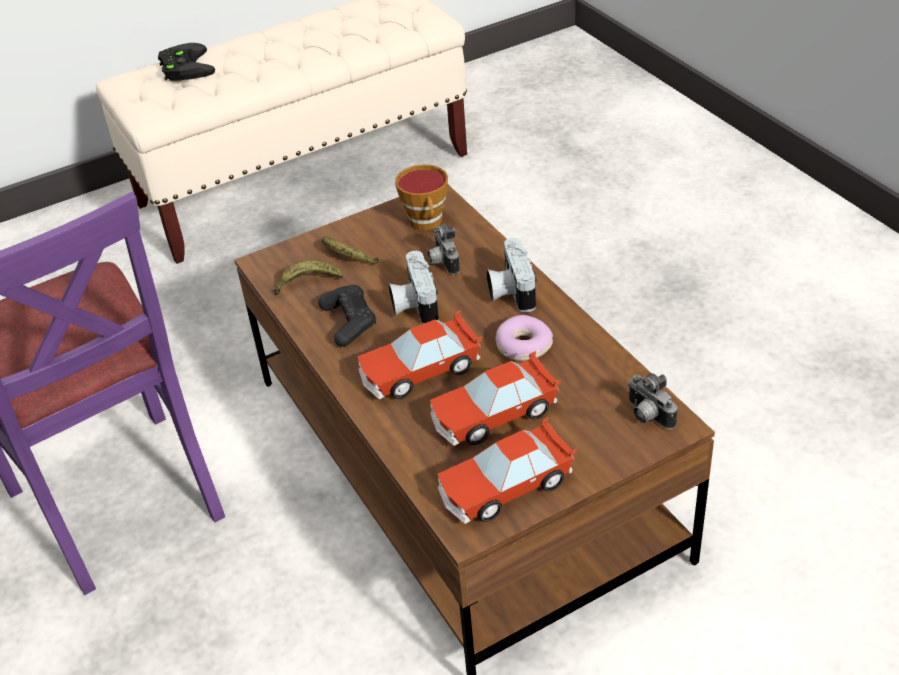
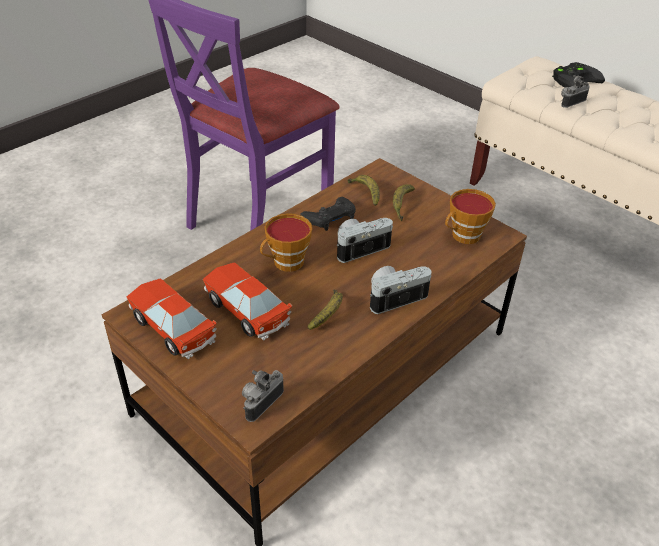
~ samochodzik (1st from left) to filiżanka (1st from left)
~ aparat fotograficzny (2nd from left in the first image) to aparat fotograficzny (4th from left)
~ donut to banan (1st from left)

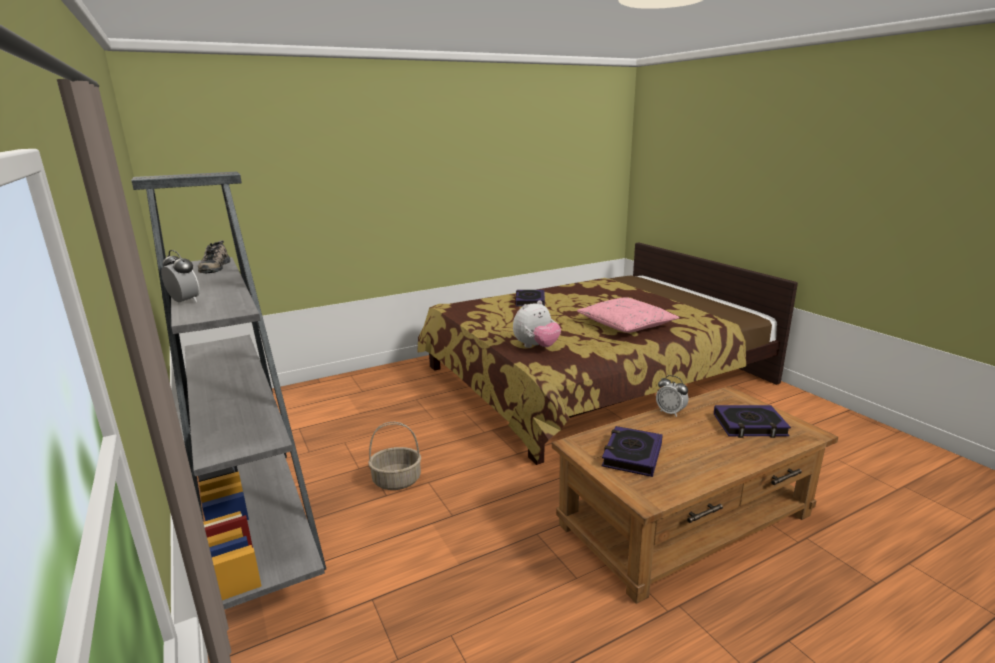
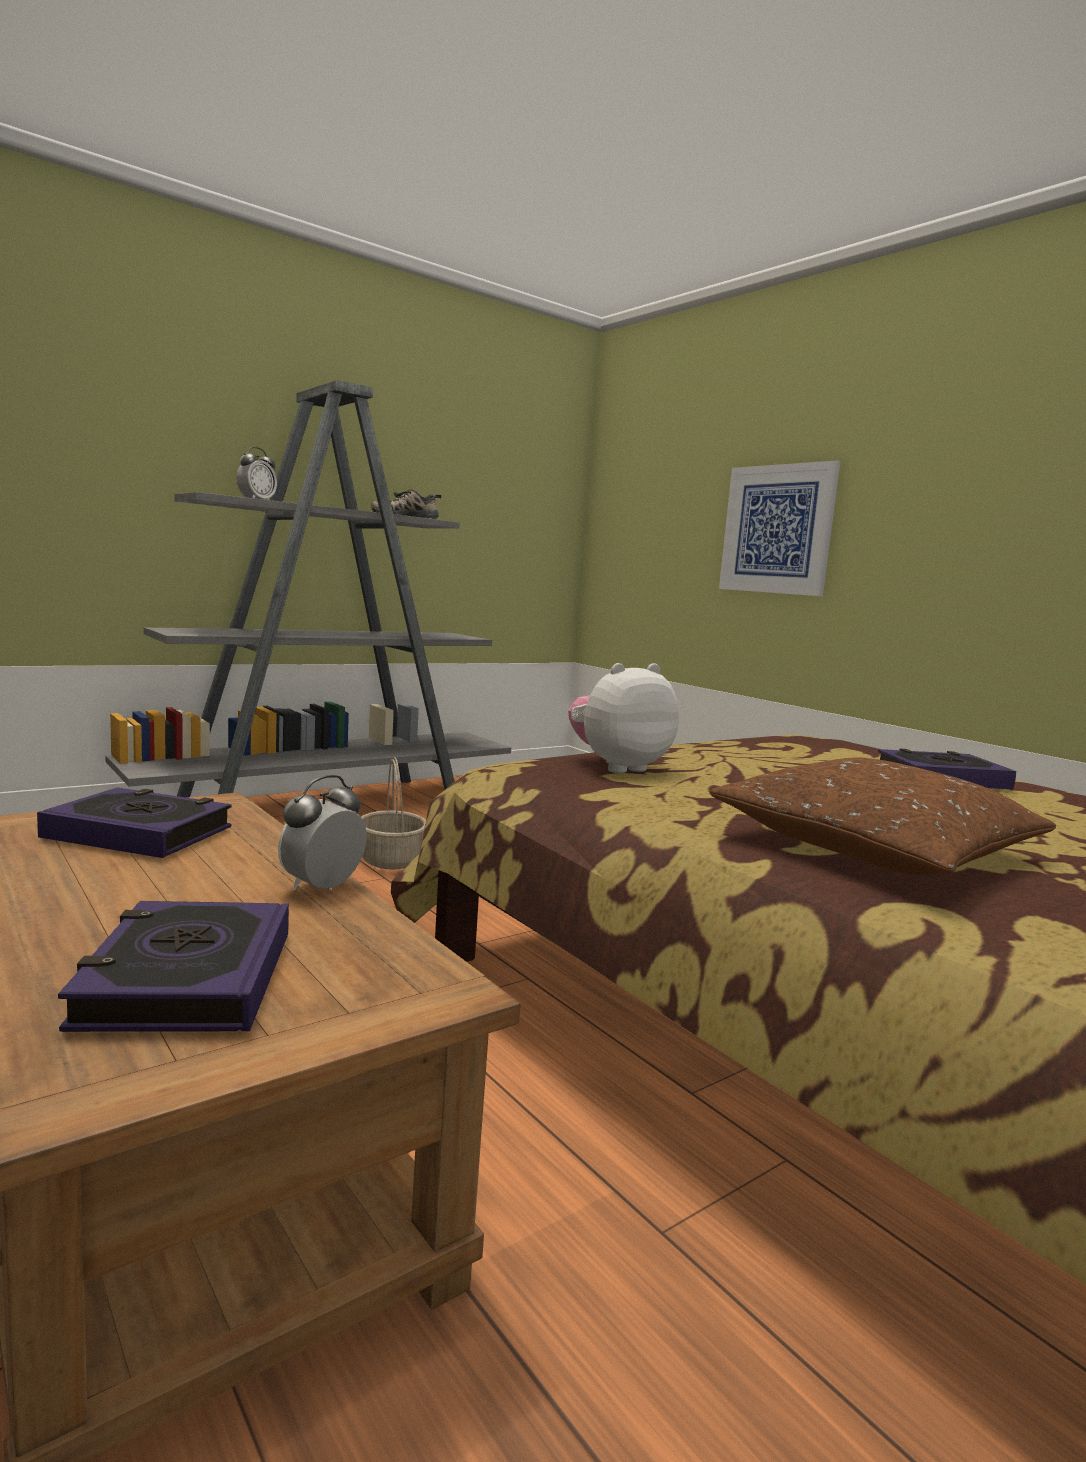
~ pluszak 105 degrees clockwise
~ poduszka [różowy] to poduszka [brązowy]
+ obraz

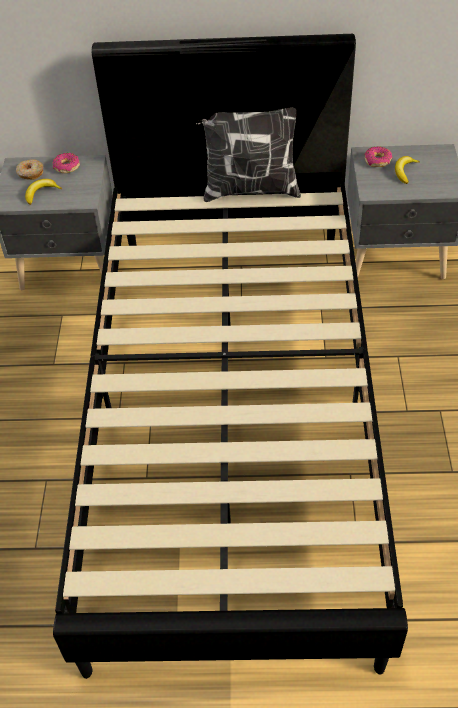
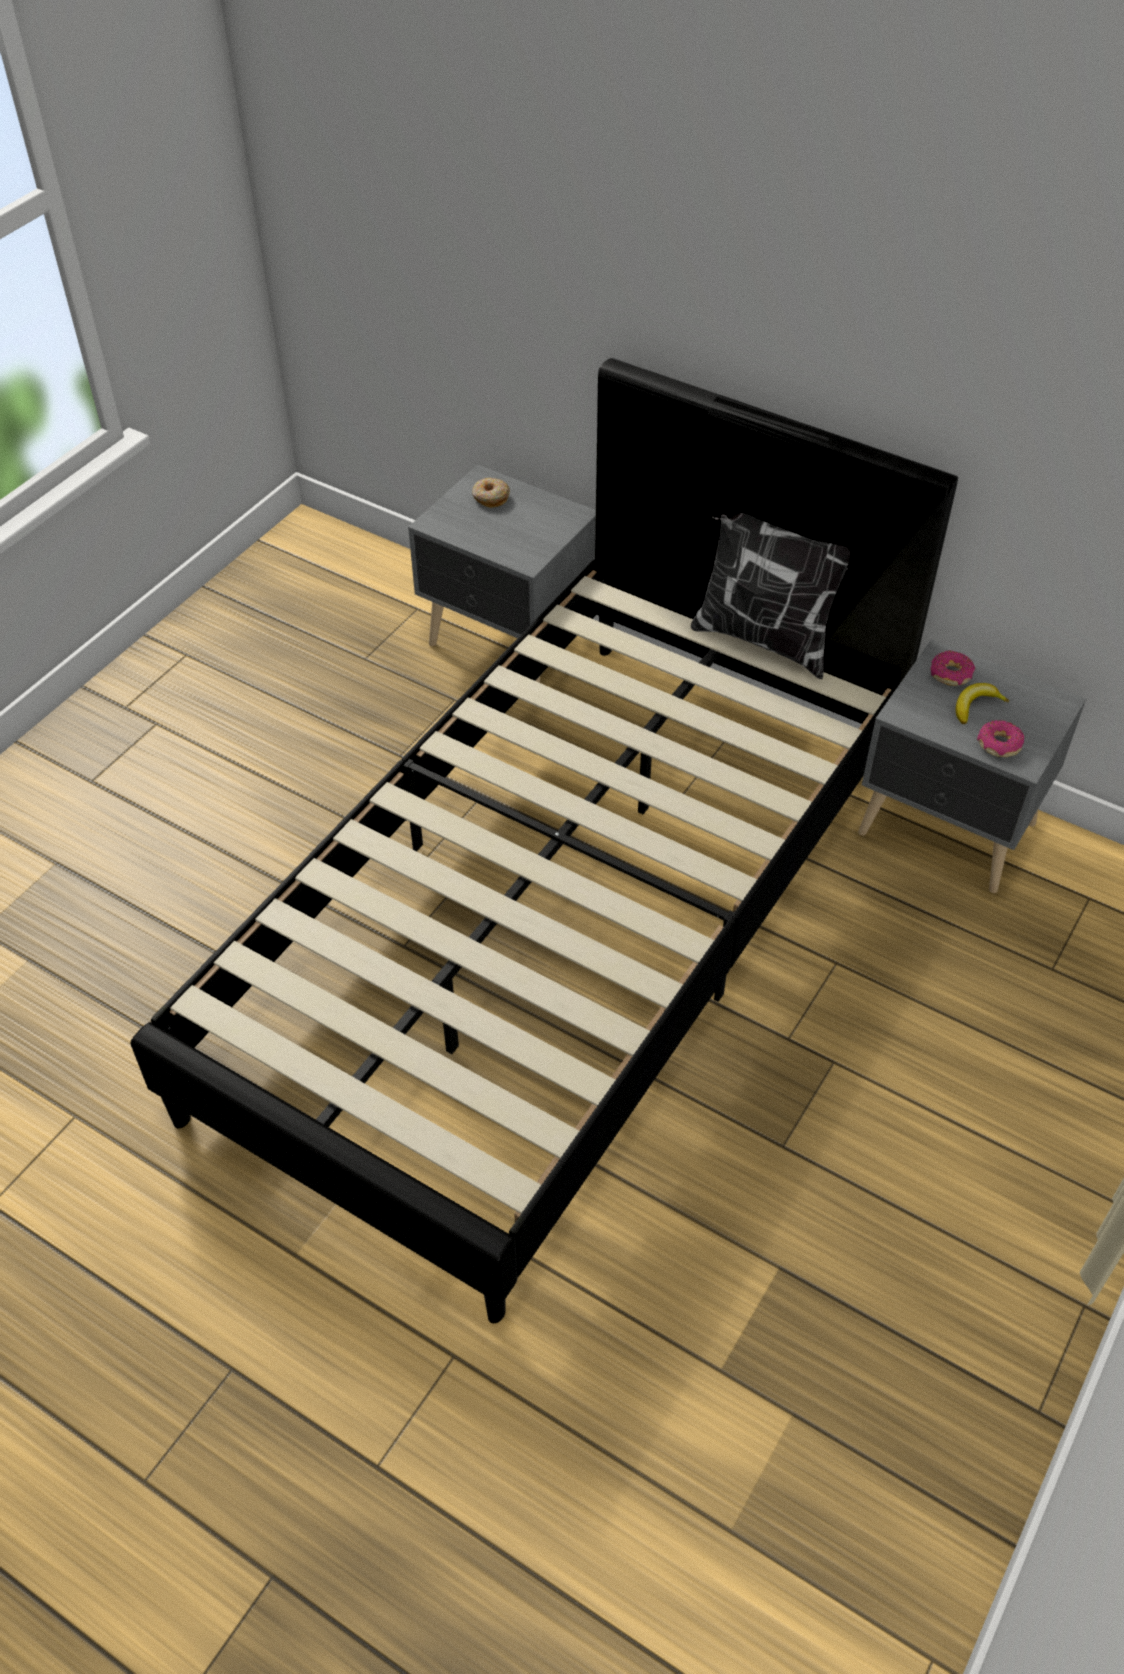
- banan (1st from left)
~ donut (2nd from left in the first image) to donut (3rd from left)

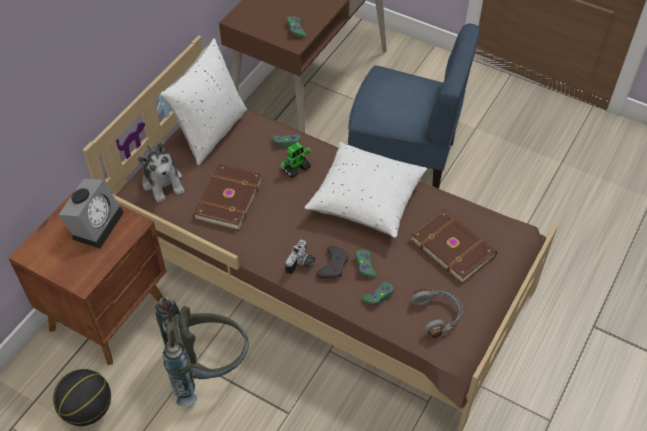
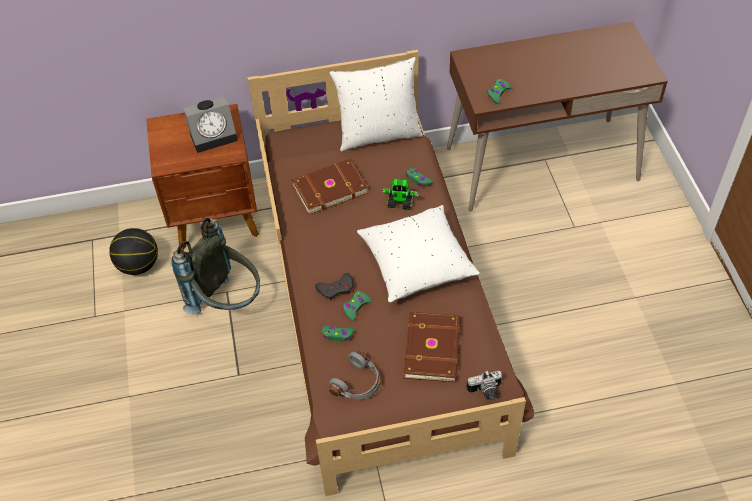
- pluszak
~ aparat fotograficzny
- krzesło [niebieski]

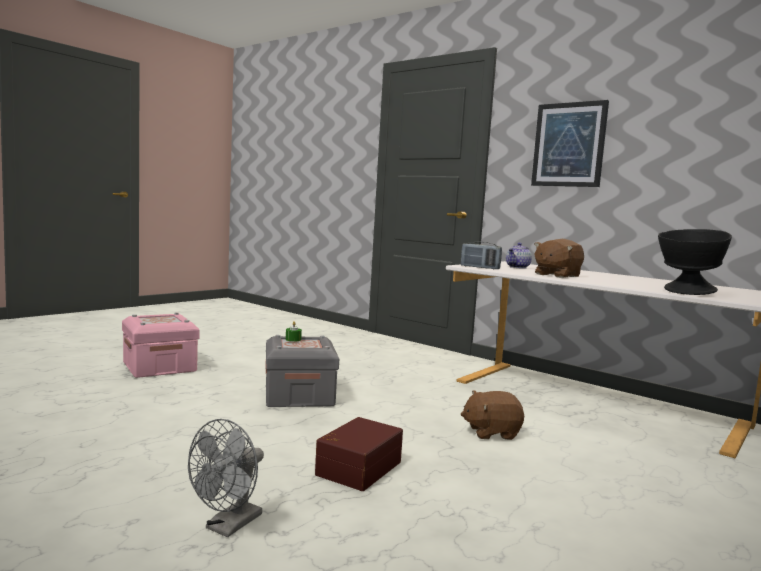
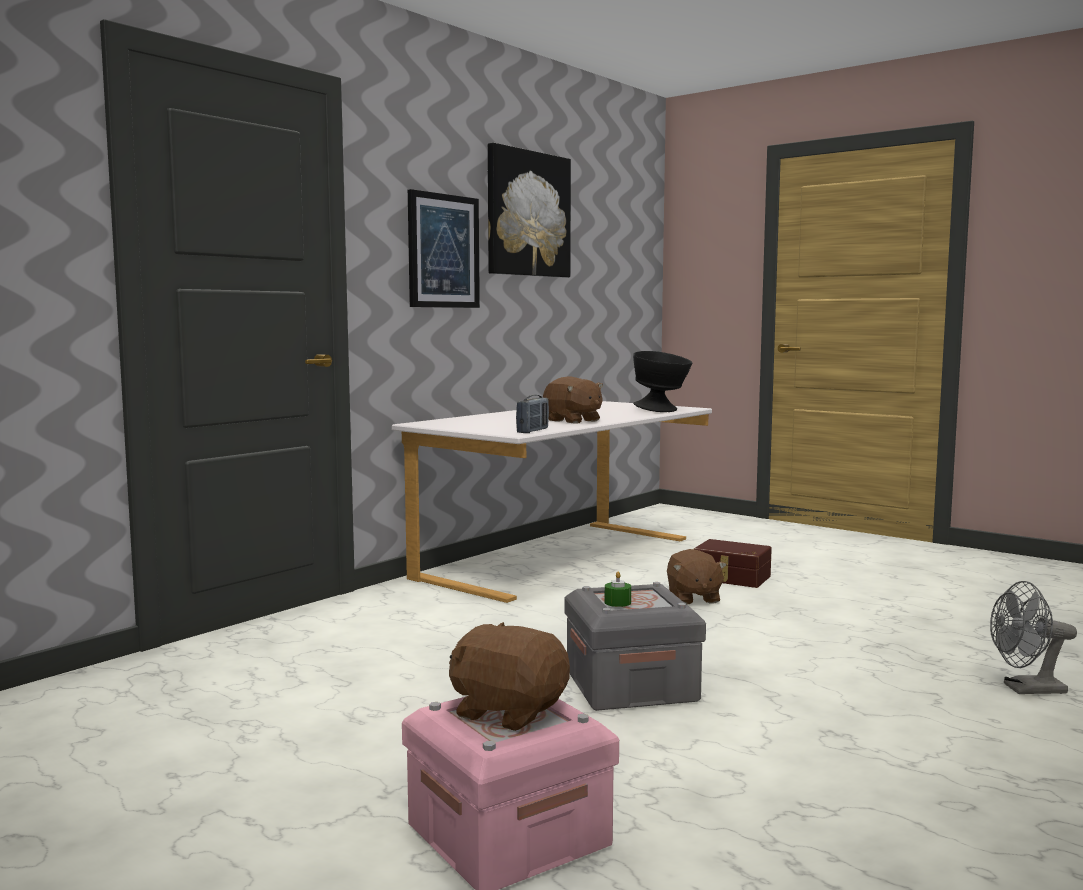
~ wentylator [szary] 150 degrees clockwise
~ pojemnik do przechowywania [brązowy]
- imbryk
+ pluszak [brązowy] (1st from left)
+ obraz (2nd from left)

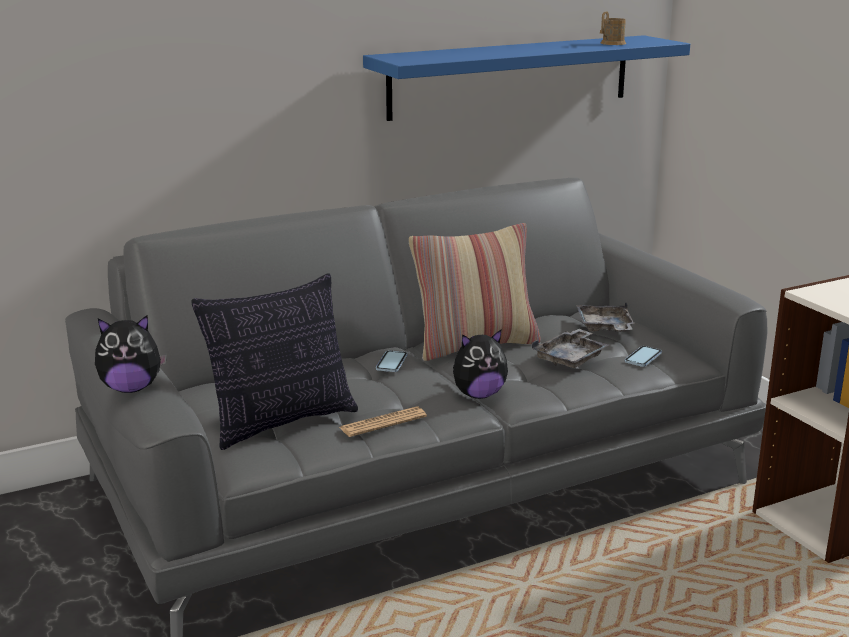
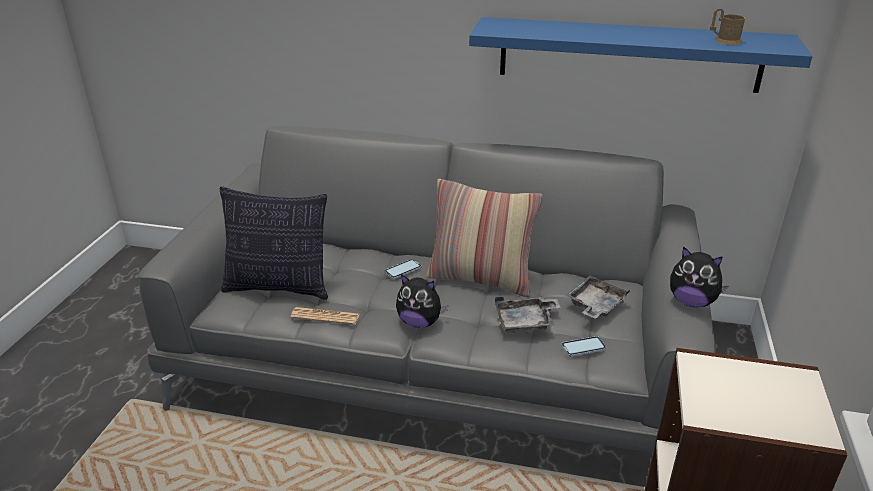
~ pluszak (1st from left in the first image) to pluszak (2nd from left)

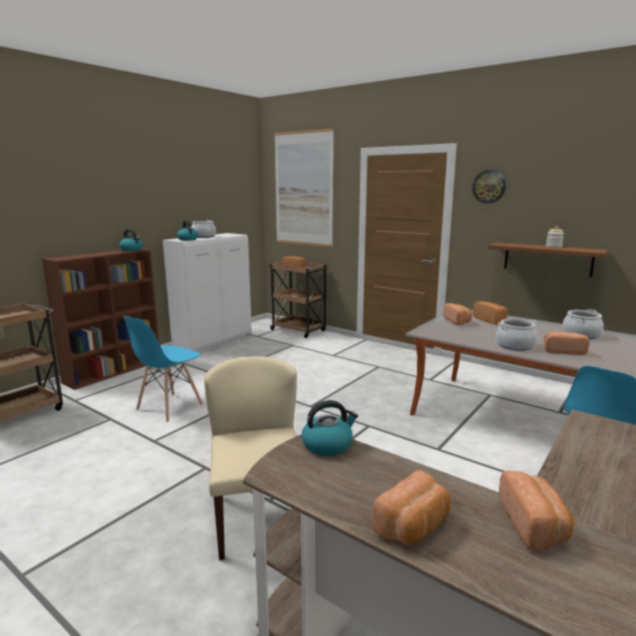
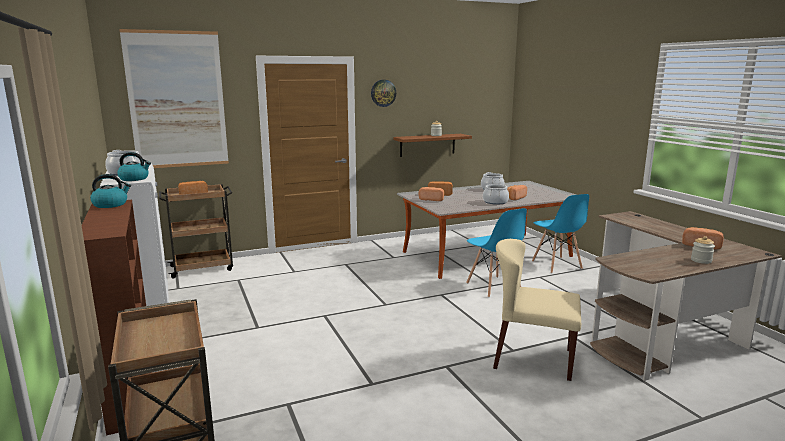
~ krzesło [niebieski] (1st from left)
- czajnik (3rd from left)
~ chleb (2nd from left) to słoik (2nd from left)

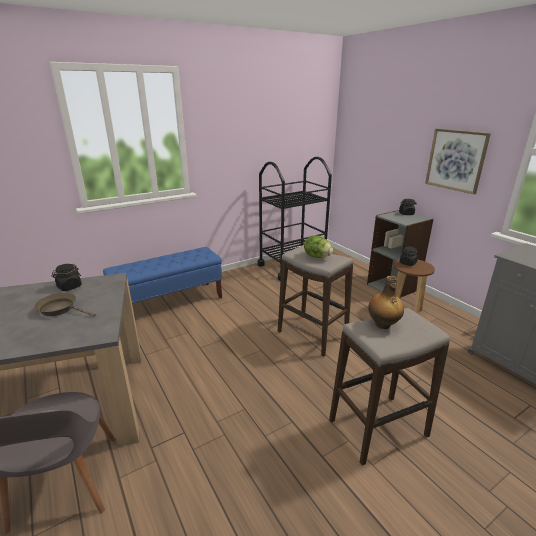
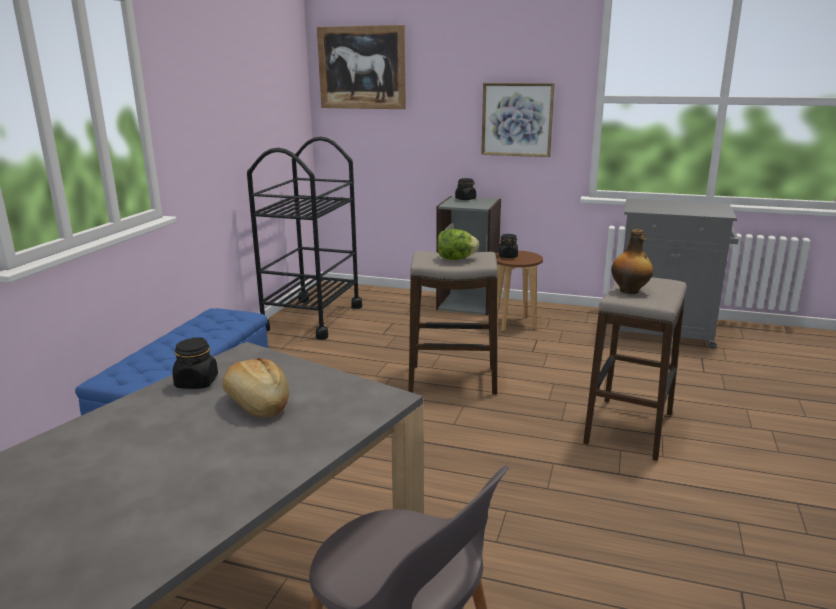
~ patelnia [brązowy] to chleb
+ obraz (1st from left)

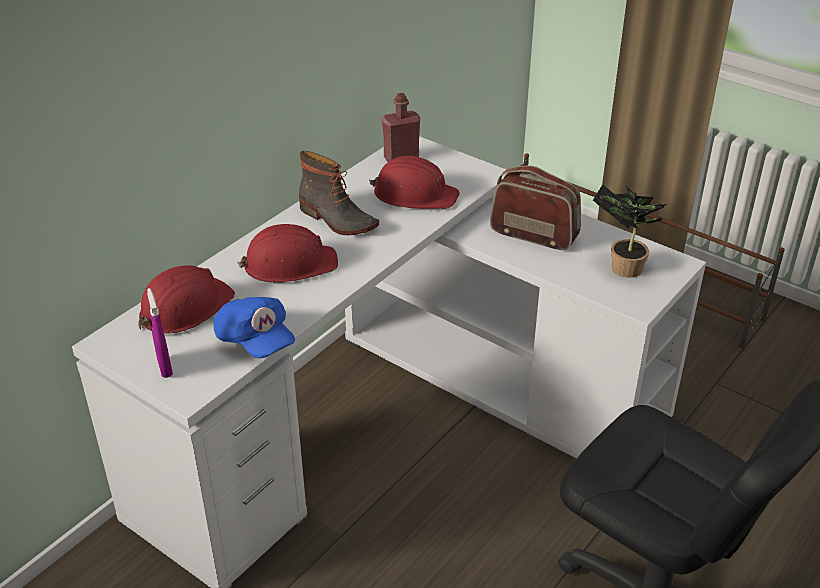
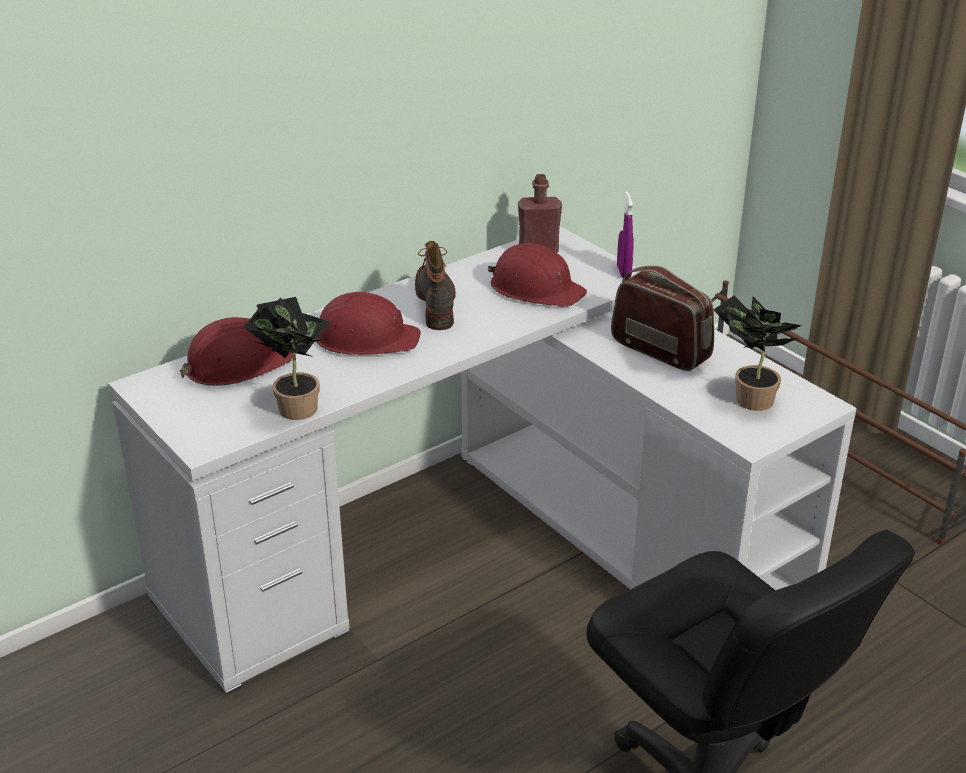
~ spryskiwacz [fioletowy]
~ czapka z daszkiem [niebieski] to roślina doniczkowa (1st from left)
~ but z cholewką 150 degrees counterclockwise

